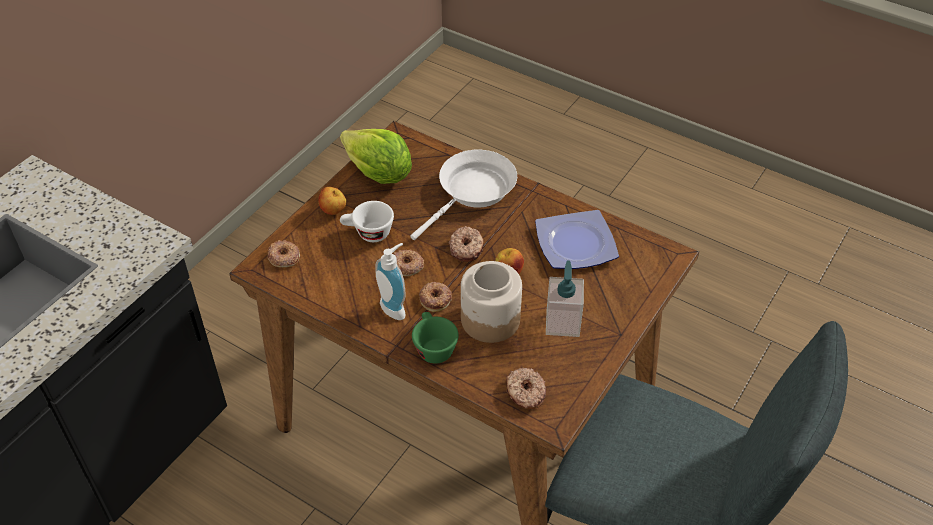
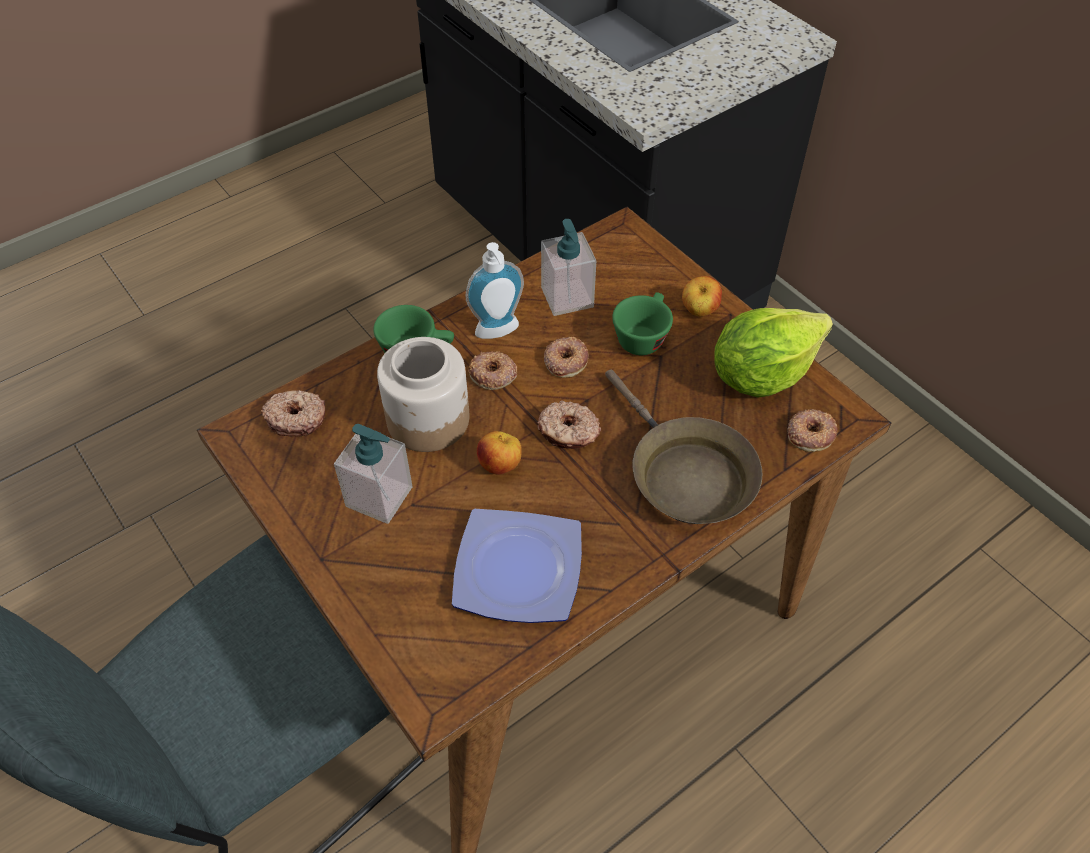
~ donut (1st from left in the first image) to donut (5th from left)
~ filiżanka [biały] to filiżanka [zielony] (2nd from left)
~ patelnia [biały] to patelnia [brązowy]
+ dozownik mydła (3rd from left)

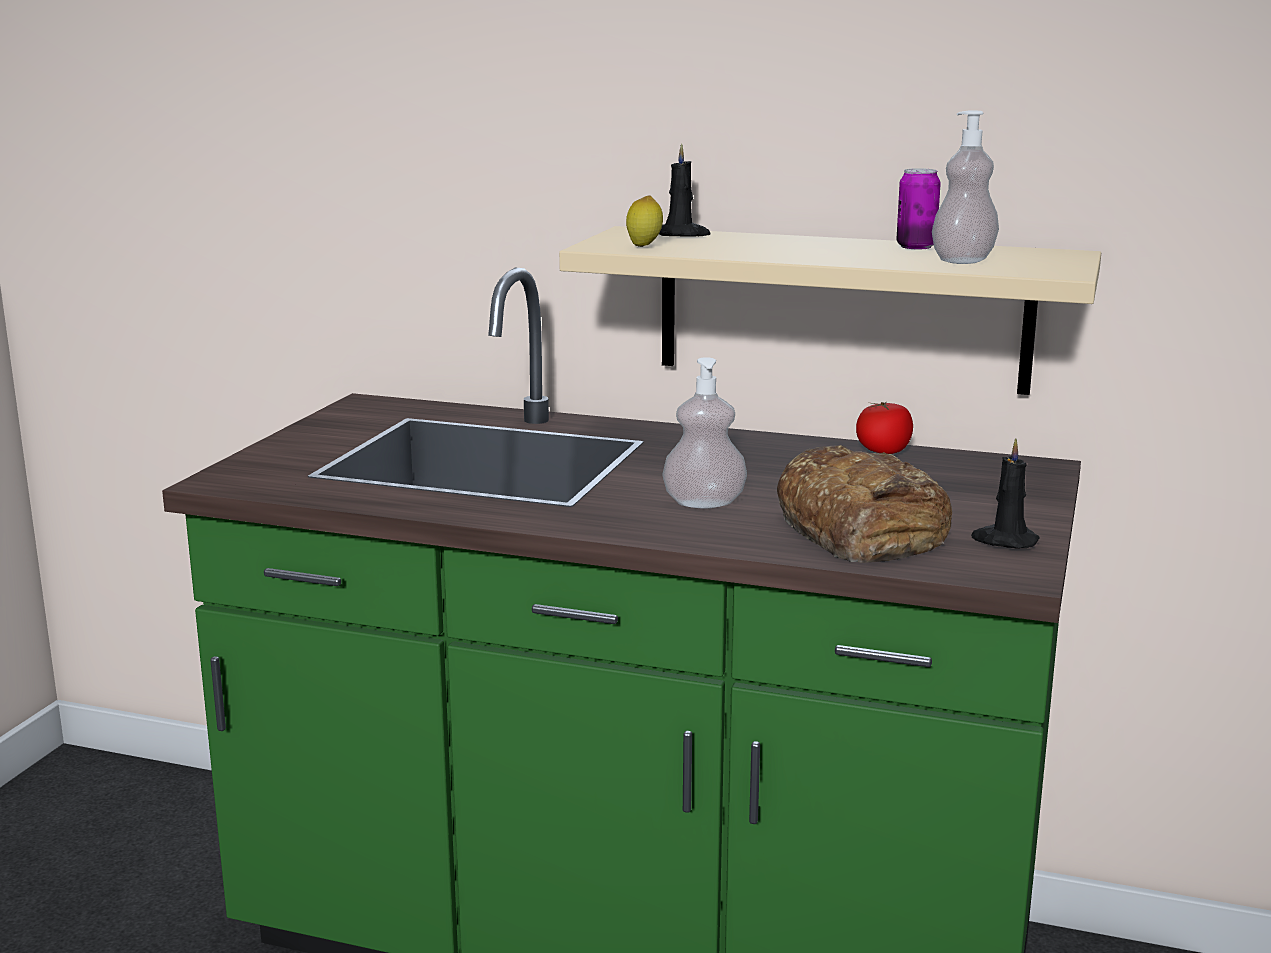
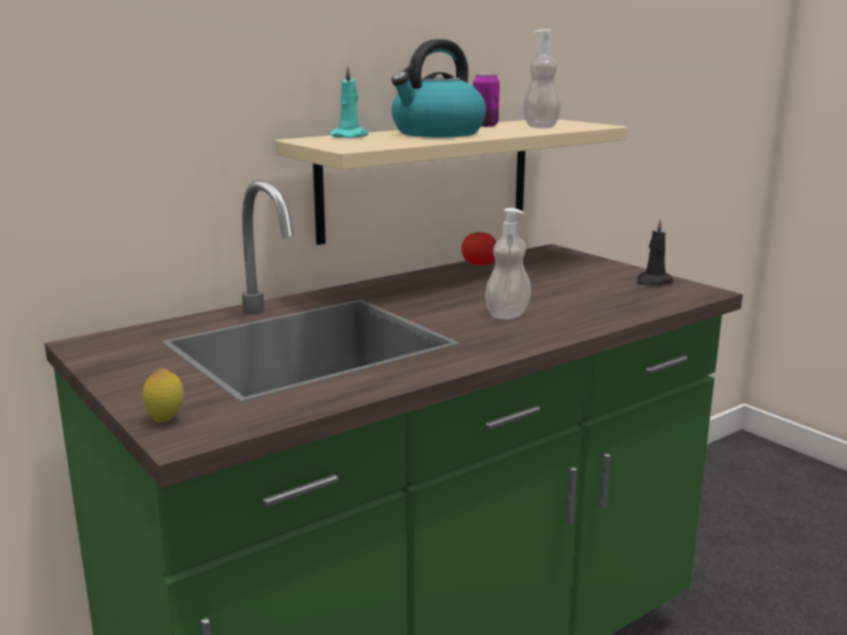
~ cytryna
~ świeca [czarny] (1st from left) to świeca [turkusowy]
- chleb
+ czajnik

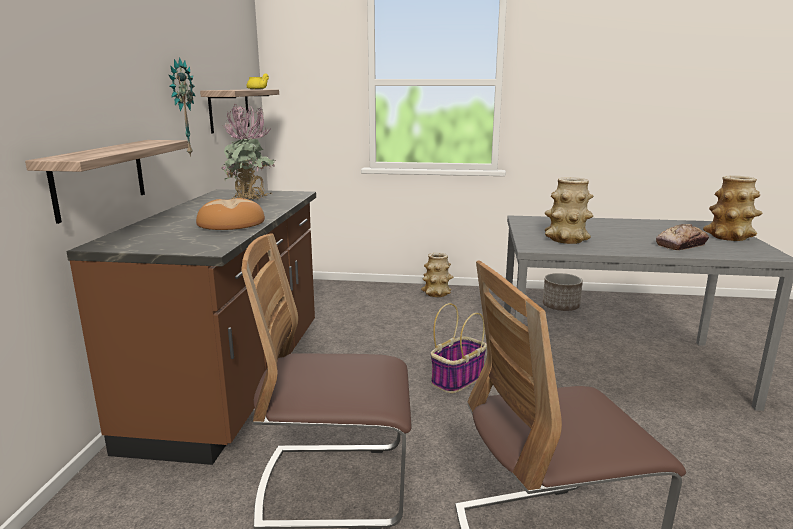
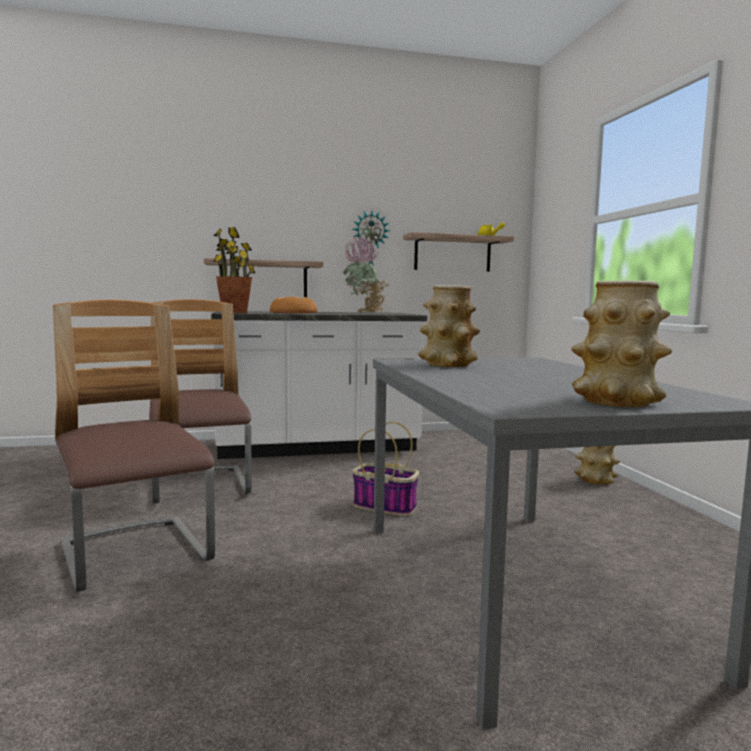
~ zabudowa kuchenna [brązowy] to zabudowa kuchenna [biały]
- donica
- chleb (2nd from left)
+ roślina doniczkowa (1st from left)

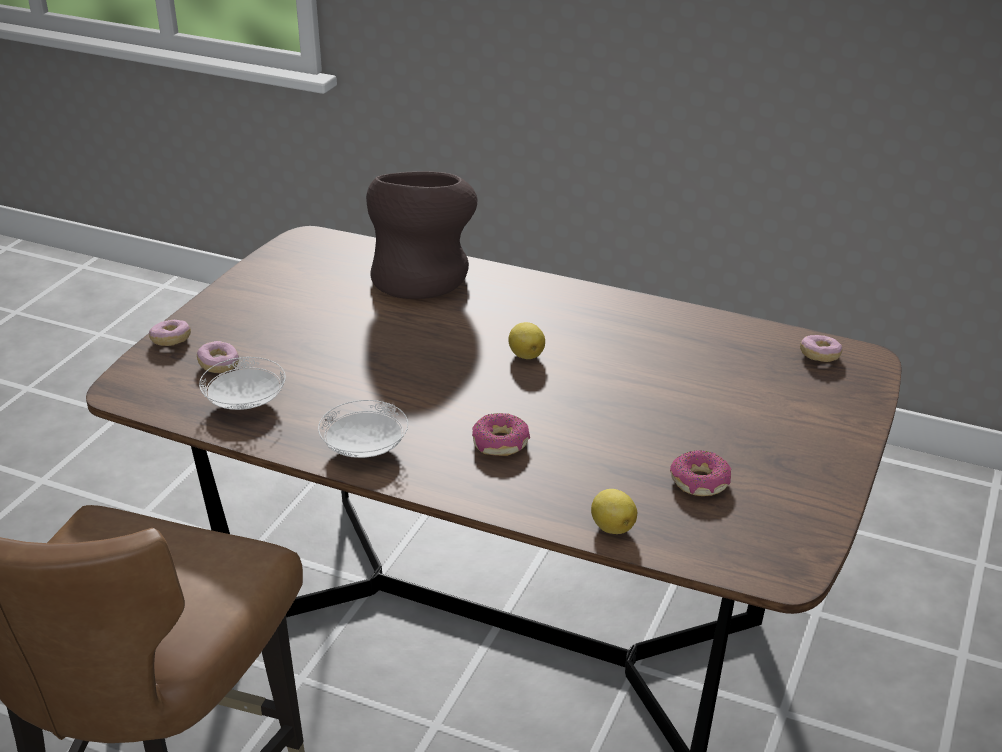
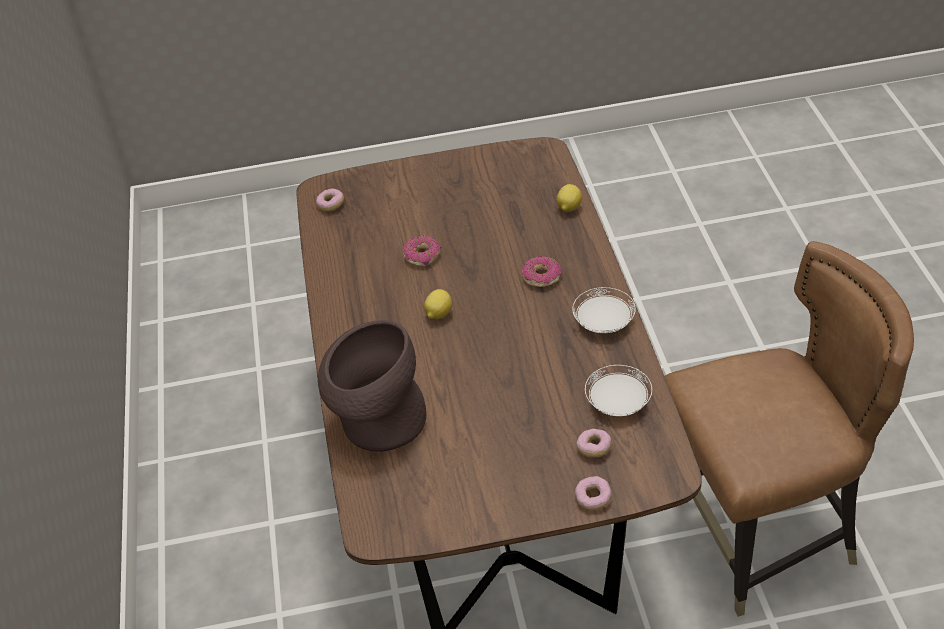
~ donut (4th from left in the first image) to donut (2nd from left)

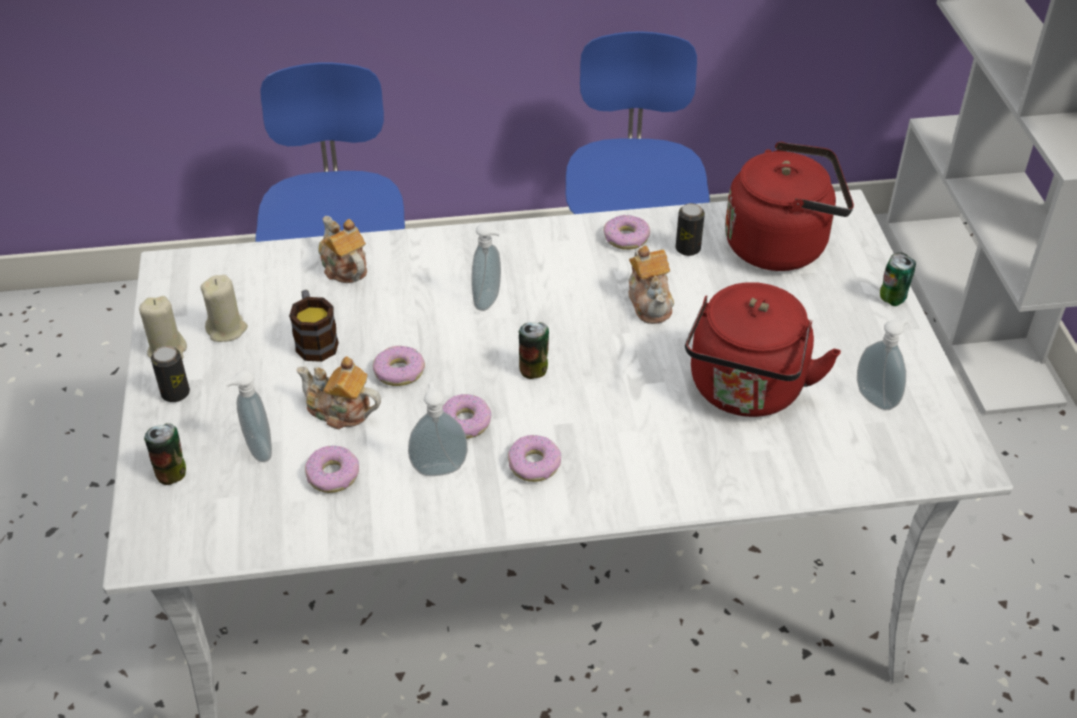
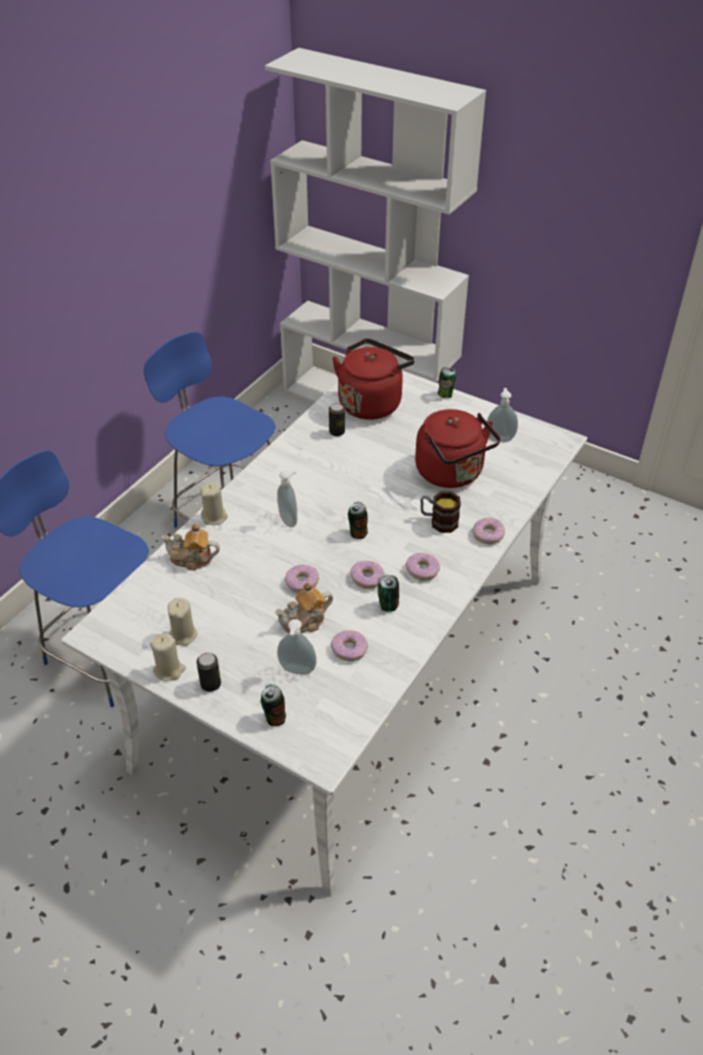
~ kubek
~ dozownik mydła (2nd from left) to puszka (5th from left)
~ donut (5th from left)
- imbryk (3rd from left)
+ świeca [beżowy] (3rd from left)

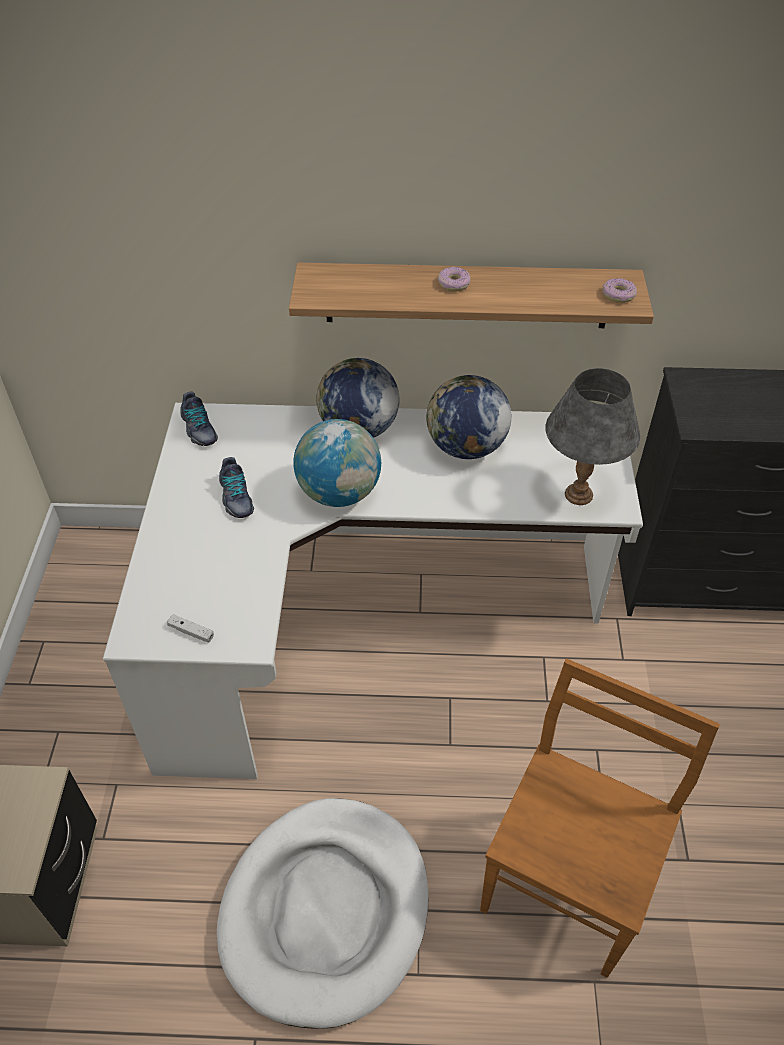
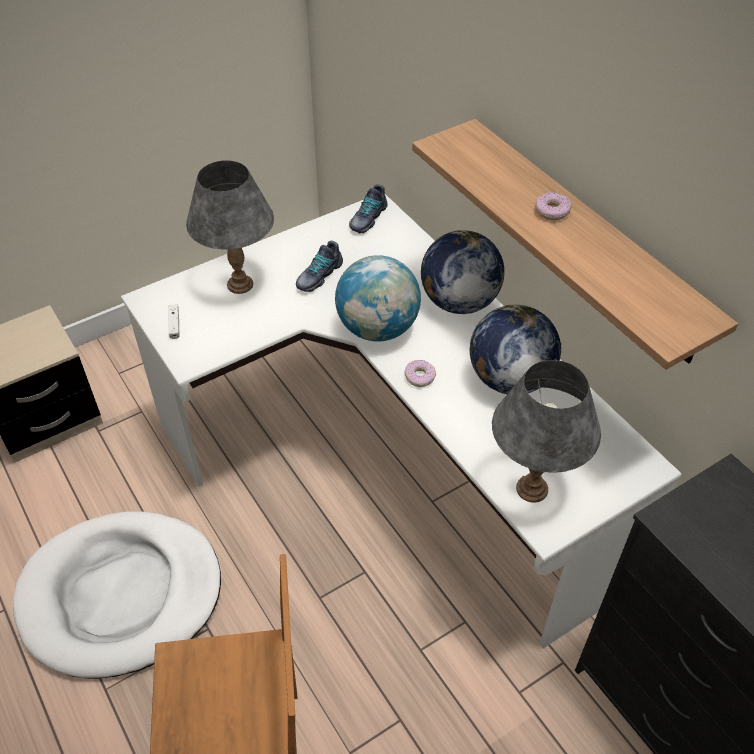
~ donut (2nd from left in the first image) to donut (1st from left)
+ lampa stołowa [szary] (1st from left)

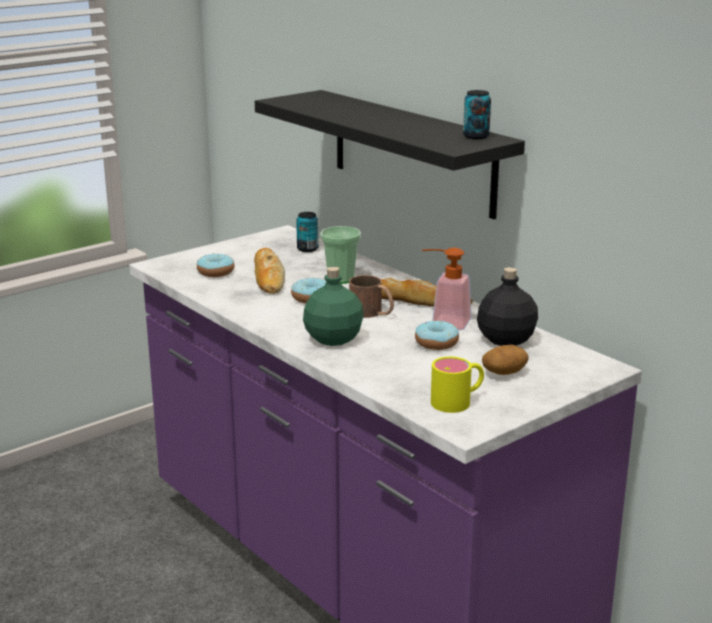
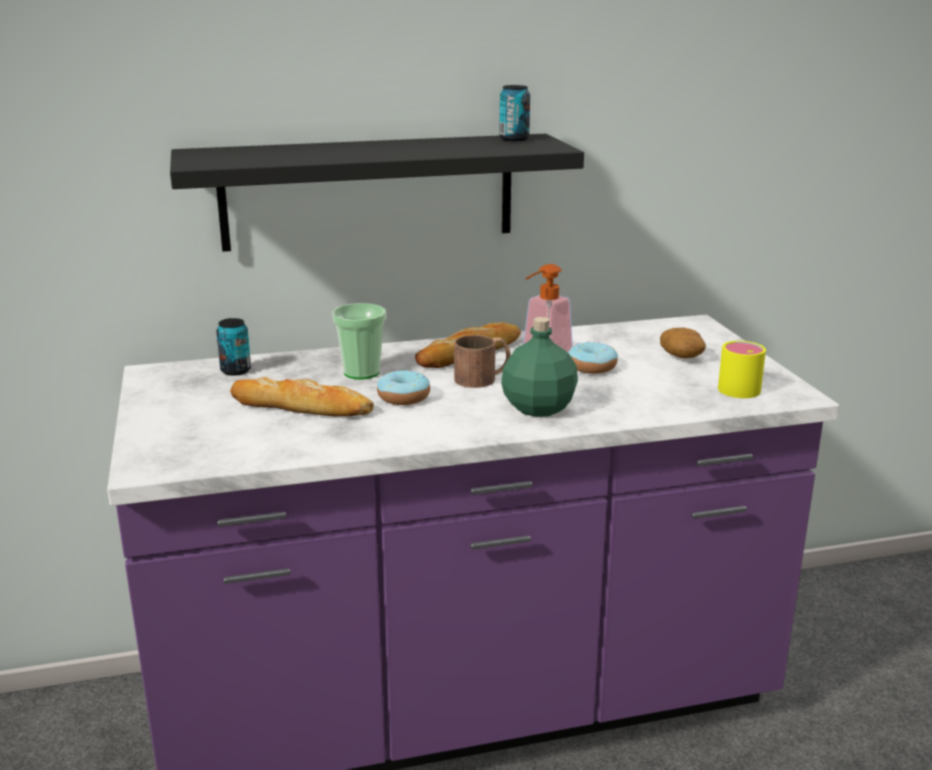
- donut (1st from left)
- butelka [czarny]

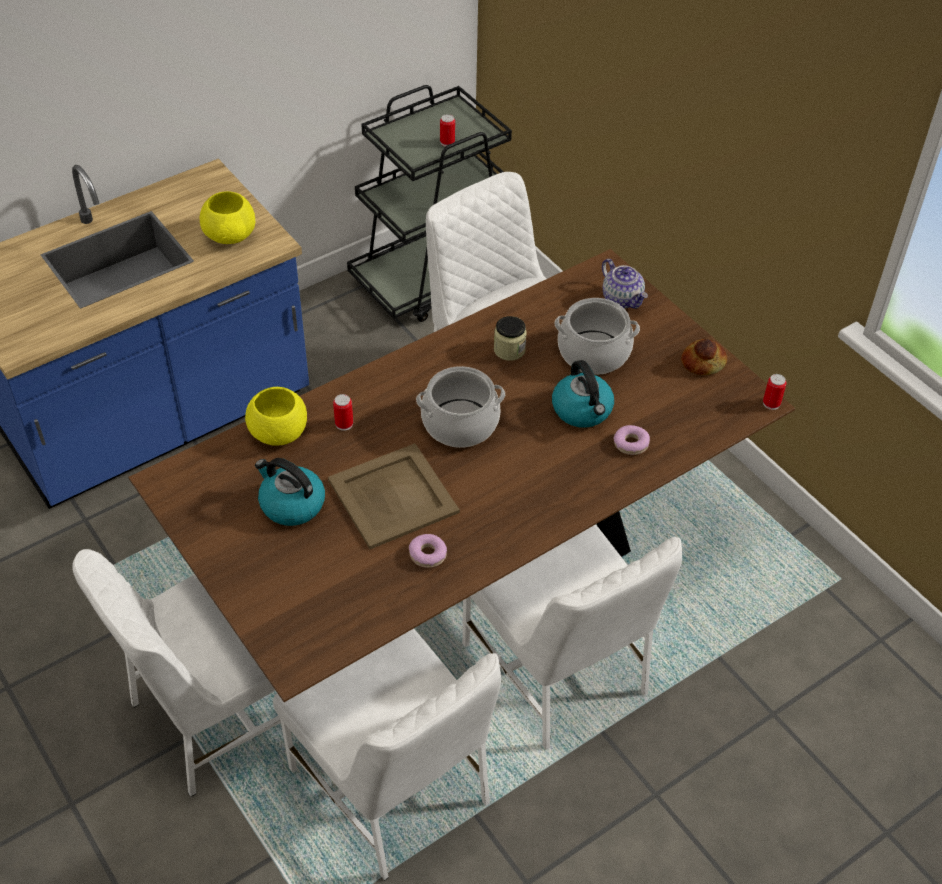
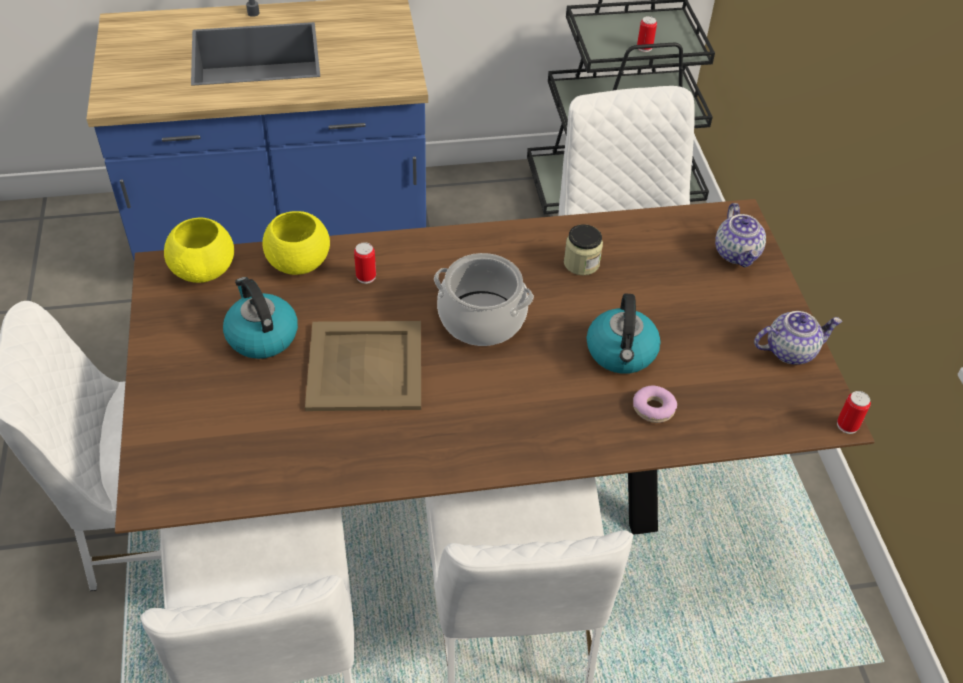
~ miska [żółty] (1st from left)
- donut (1st from left)
- garnek (2nd from left)
~ chleb to imbryk (2nd from left)

